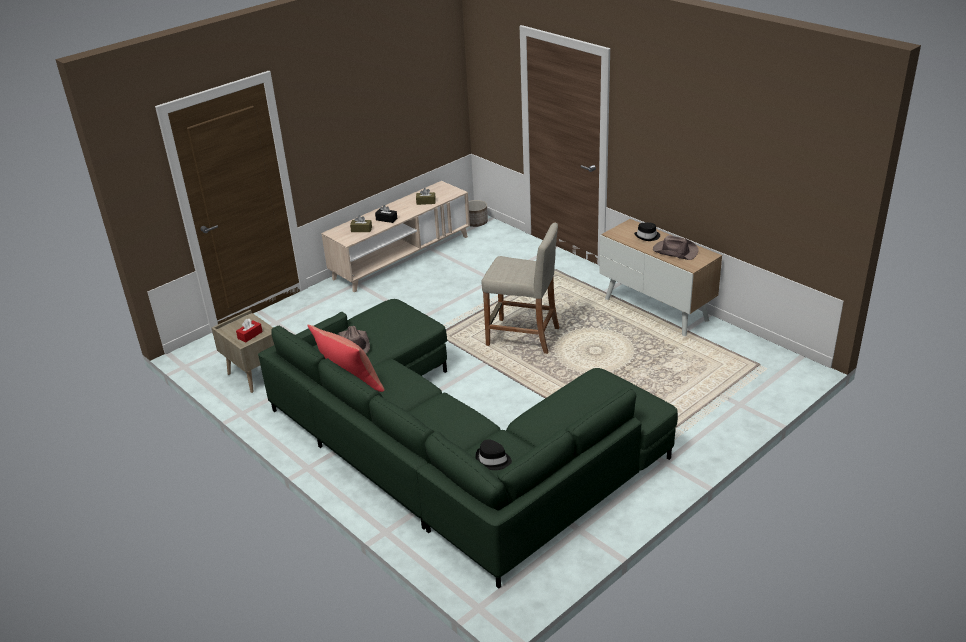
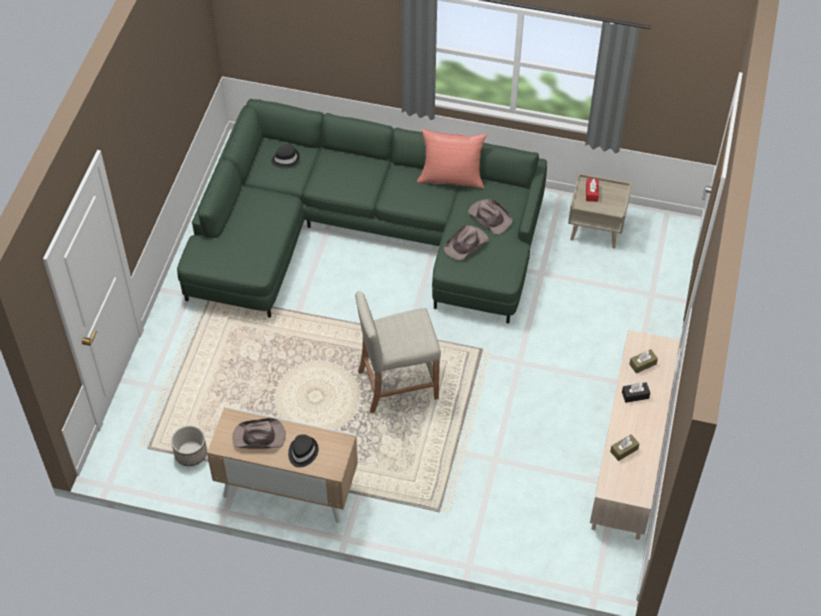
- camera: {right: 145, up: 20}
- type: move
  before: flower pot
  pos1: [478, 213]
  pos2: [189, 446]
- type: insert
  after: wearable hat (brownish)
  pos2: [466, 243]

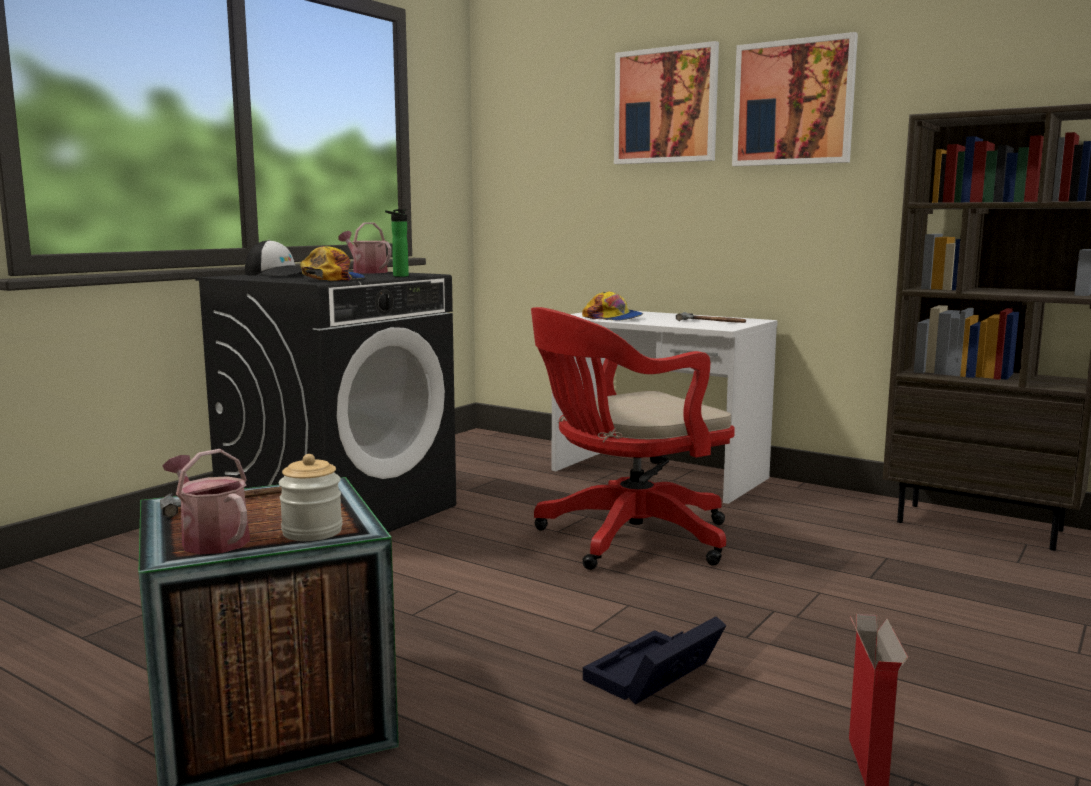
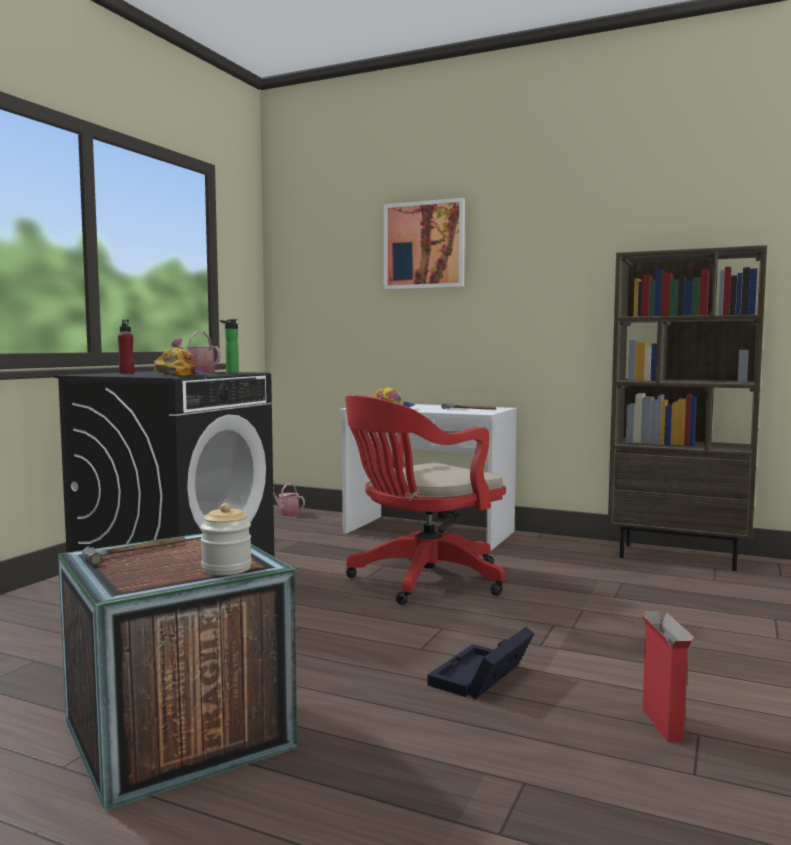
- camera: {right: -10, up: -5}
- type: delete
  before: picture
  pos1: [795, 99]
- type: replace
  before: peaked cap
  after: bottle (reddish)
  pos1: [280, 258]
  pos2: [126, 346]
- type: move
  before: watering pot
  pos1: [206, 501]
  pos2: [289, 499]

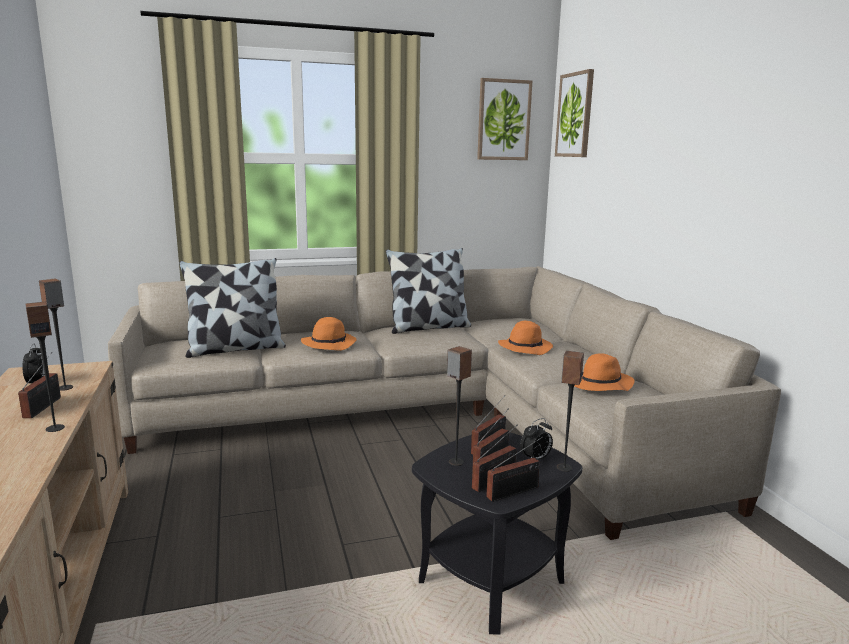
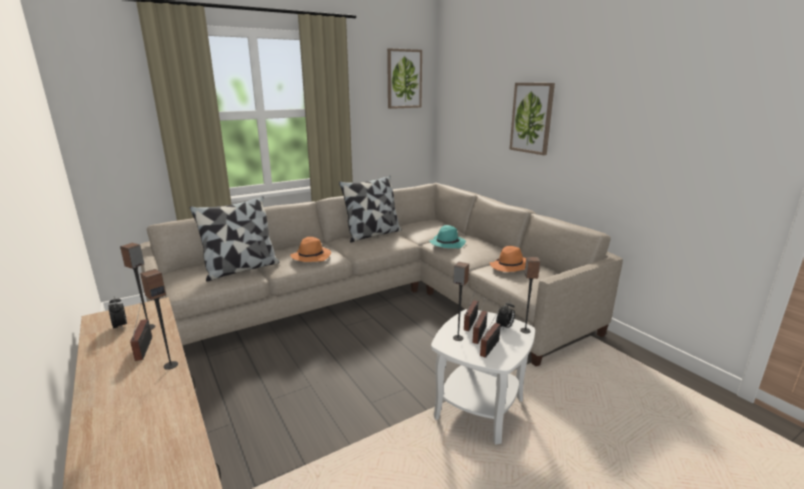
- camera: {right: -15, up: 5}
- type: move
  before: picture
  pos1: [574, 113]
  pos2: [532, 119]
- type: recolor
  before: wearable hat (orangey)
  after: wearable hat (turquoise-coloured)
  pos1: [525, 338]
  pos2: [447, 236]
- type: recolor
  before: end table (black)
  after: end table (whitish)
  pos1: [497, 533]
  pos2: [483, 377]
- type: delete
  before: radio set
  pos1: [514, 469]

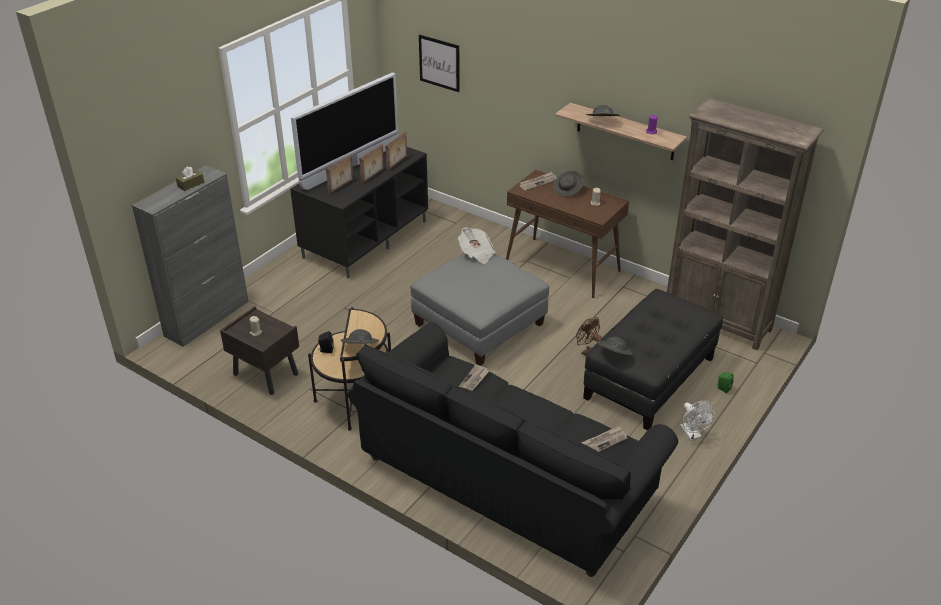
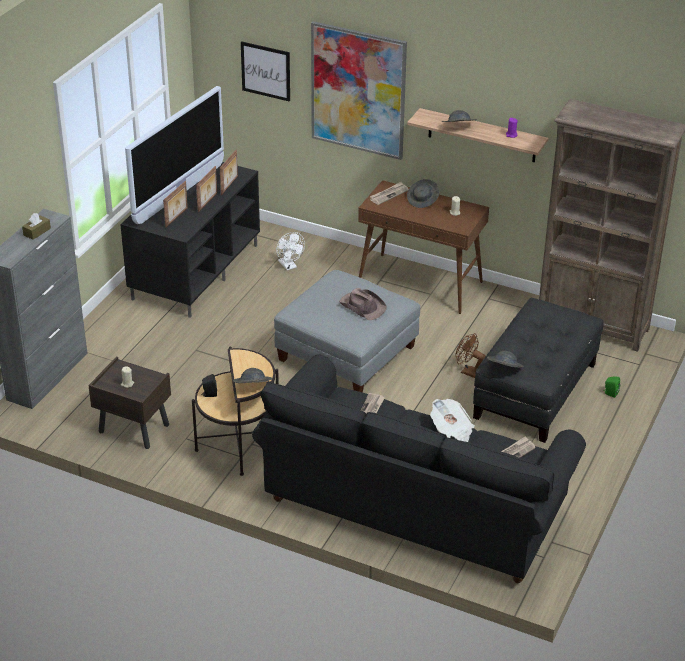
- camera: {right: -10, up: 0}
- type: move
  before: daily paper
  pos1: [476, 245]
  pos2: [452, 420]
- type: move
  before: cooling fan (whitish)
  pos1: [697, 420]
  pos2: [290, 251]
- type: insert
  after: picture
  pos2: [359, 90]
- type: insert
  after: wearable hat (brownish)
  pos2: [363, 304]

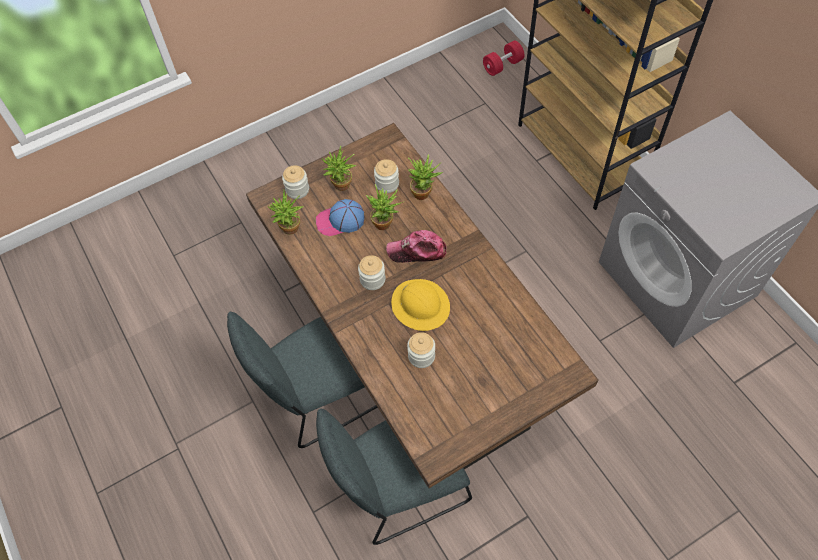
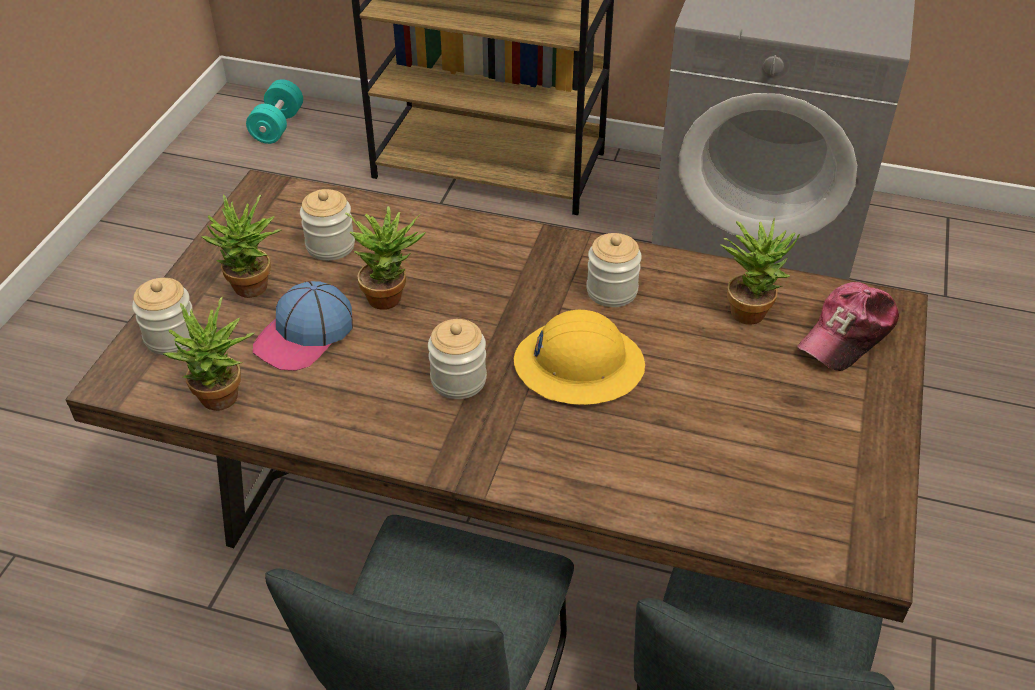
- camera: {right: -45, up: -15}
- type: recolor
  before: free weight (reddish)
  after: free weight (turquoise-coloured)
  pos1: [503, 58]
  pos2: [274, 111]
- type: move
  before: houseplant
  pos1: [425, 177]
  pos2: [760, 271]
- type: move
  before: peaked cap
  pos1: [416, 246]
  pos2: [848, 326]
- type: move
  before: storage jar
  pos1: [421, 350]
  pos2: [614, 270]

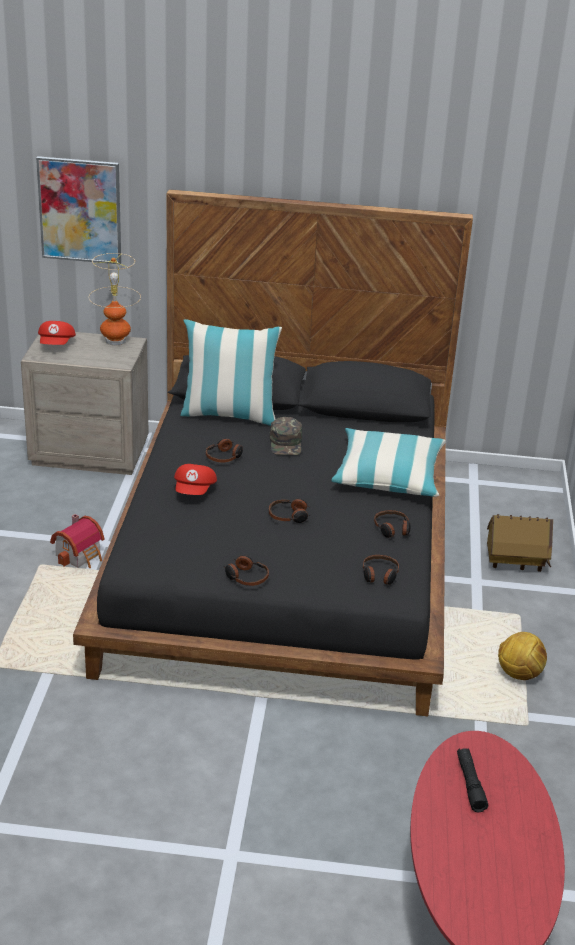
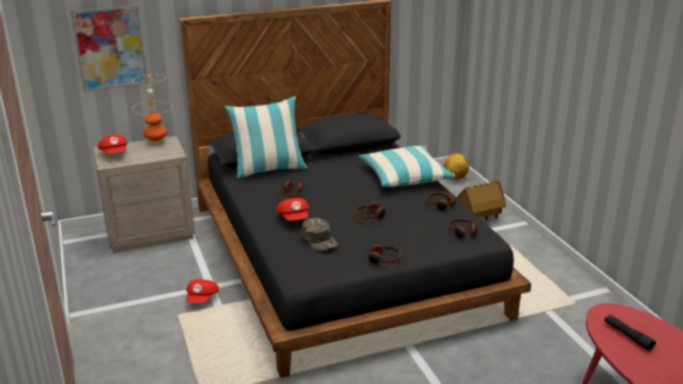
- camera: {right: -25, up: -5}
- type: move
  before: peaked cap (green-coloured)
  pos1: [286, 436]
  pos2: [320, 234]
- type: replace
  before: model house
  after: peaked cap (reddish)
  pos1: [77, 541]
  pos2: [202, 291]
- type: move
  before: football ball
  pos1: [522, 656]
  pos2: [456, 166]

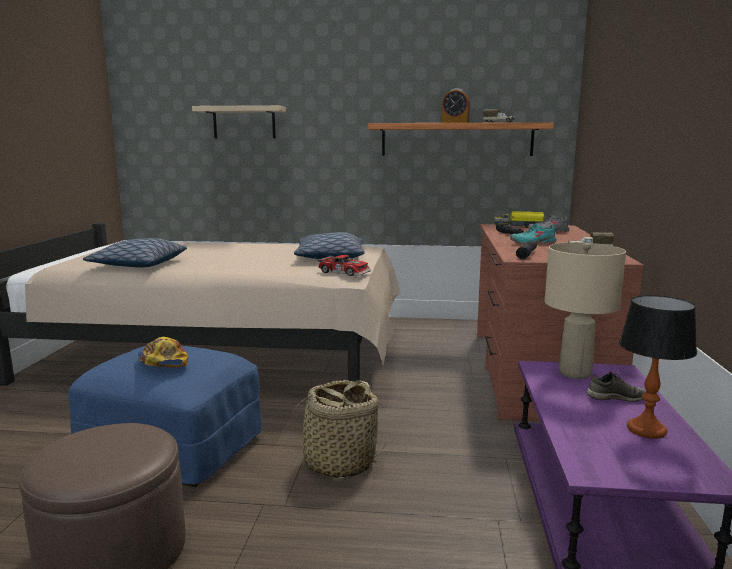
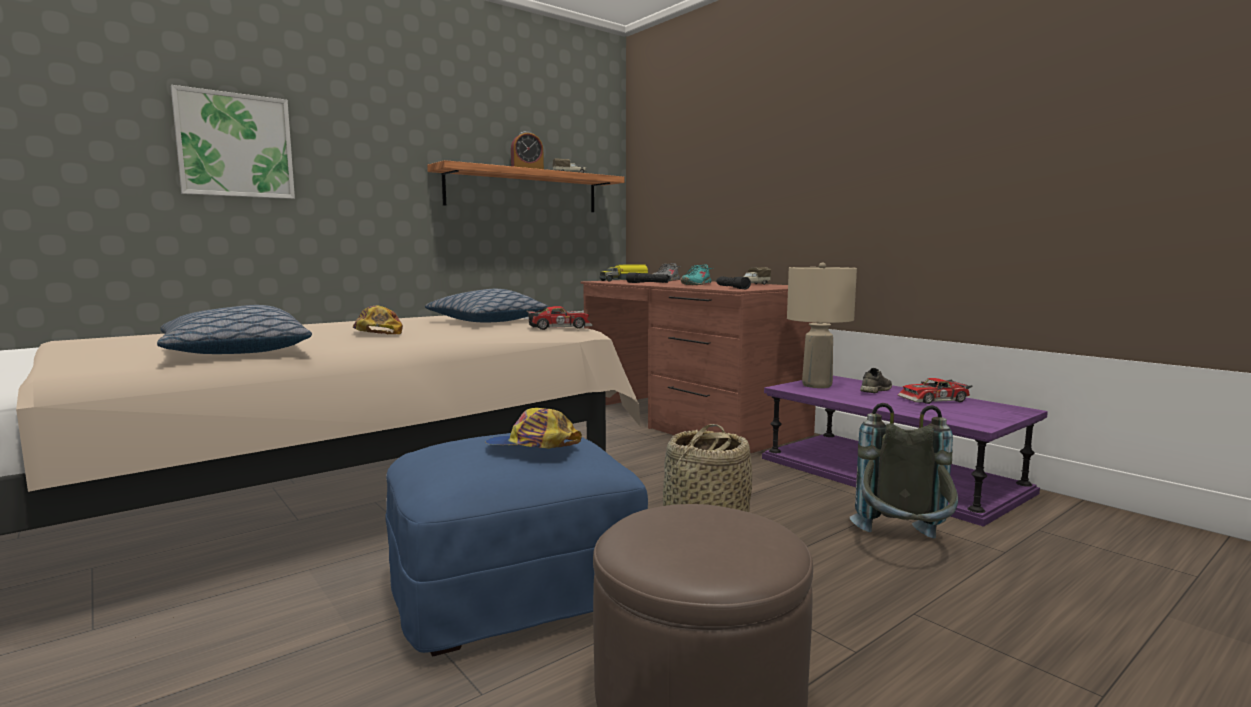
- camera: {right: -45, up: -5}
- type: replace
  before: bracket shelf (beige)
  after: picture
  pos1: [239, 121]
  pos2: [233, 142]
- type: replace
  before: tabletop lamp
  after: toy car
  pos1: [658, 367]
  pos2: [935, 391]
- type: insert
  after: peaked cap
  pos2: [378, 320]
- type: insert
  after: backpack (gray)
  pos2: [904, 471]

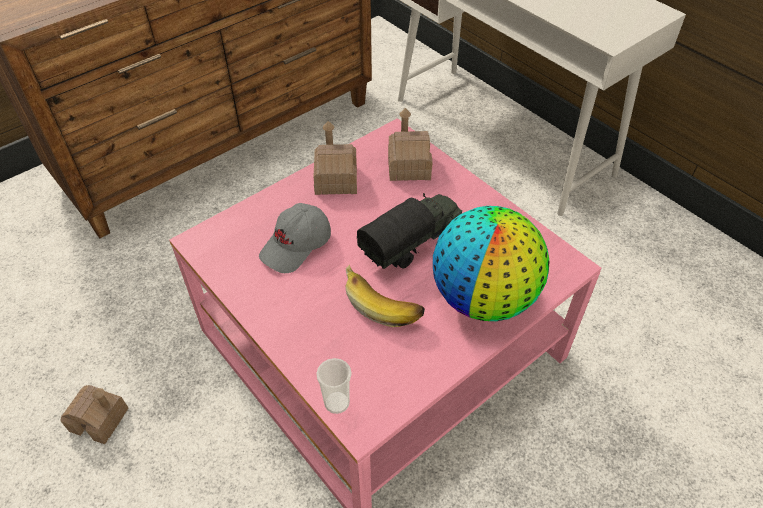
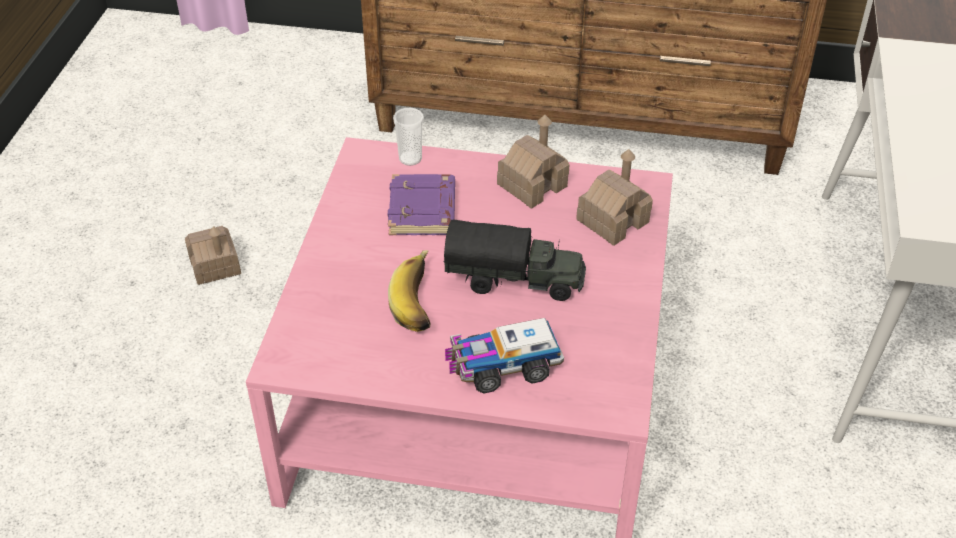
- camera: {right: 50, up: -5}
- type: replace
  before: peaked cap (gray)
  after: volume (purple)
  pos1: [295, 238]
  pos2: [421, 204]
- type: replace
  before: desk globe
  after: toy truck
  pos1: [491, 263]
  pos2: [504, 356]
- type: move
  before: small cup
  pos1: [334, 386]
  pos2: [408, 137]

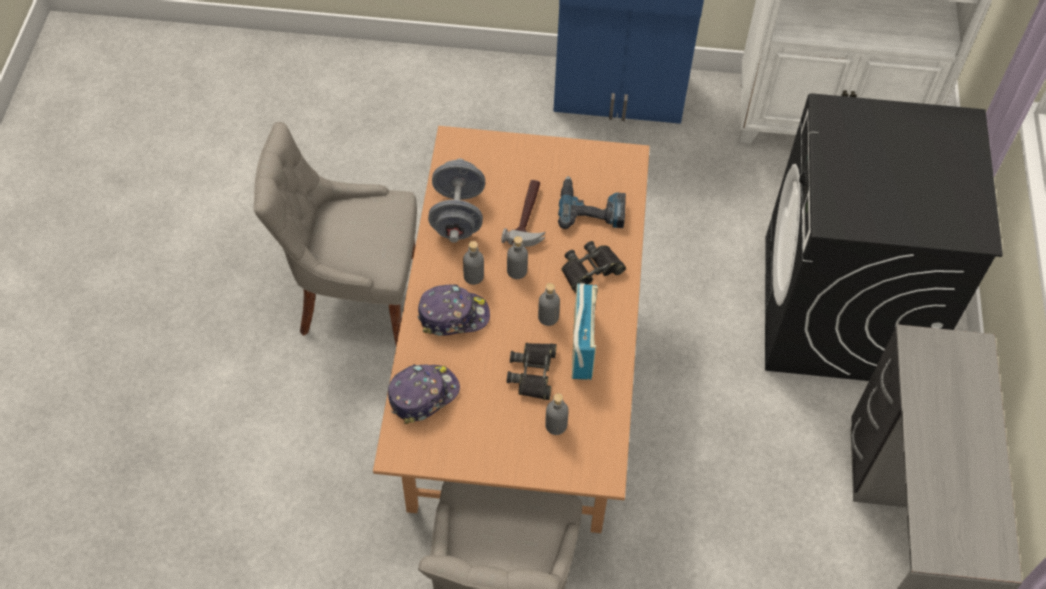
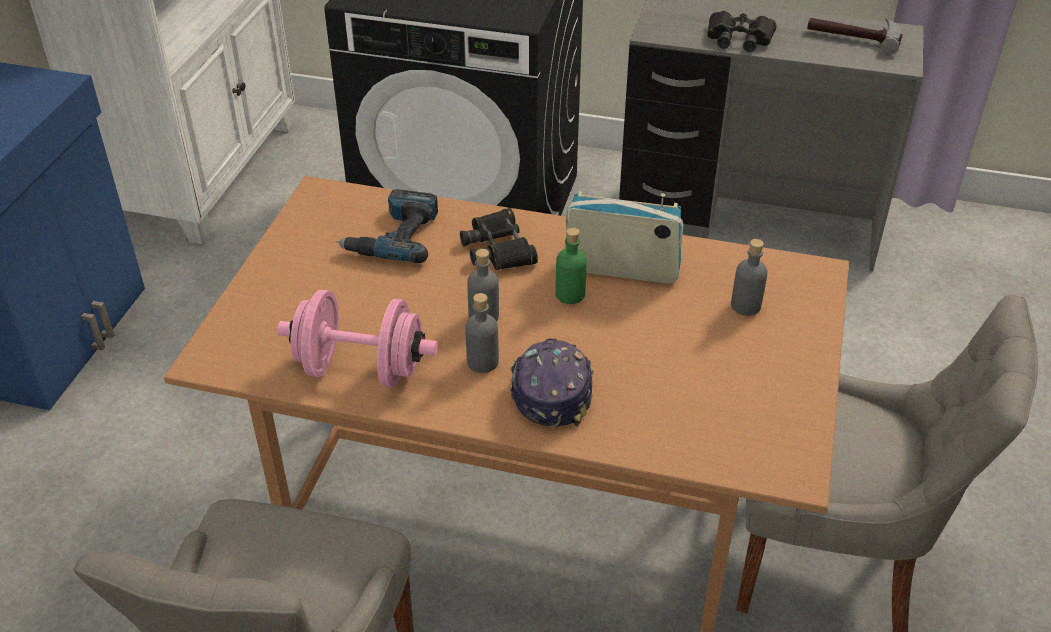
- camera: {right: -80, up: -15}
- type: recolor
  before: free weight (gray)
  after: free weight (pink)
  pos1: [456, 200]
  pos2: [357, 338]
- type: move
  before: hand hammer
  pos1: [523, 213]
  pos2: [855, 36]
- type: recolor
  before: bottle (gray)
  after: bottle (green-coloured)
  pos1: [549, 304]
  pos2: [571, 266]
- type: move
  before: pair of binoculars (black)
  pos1: [532, 371]
  pos2: [742, 31]
- type: delete
  before: peaked cap
  pos1: [424, 394]

